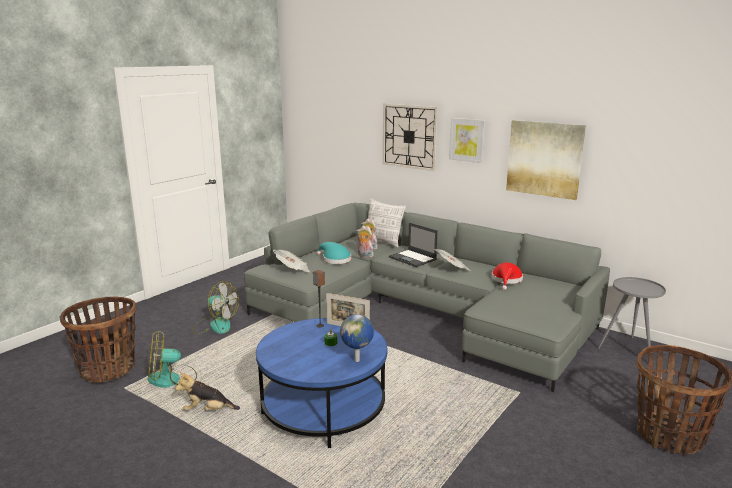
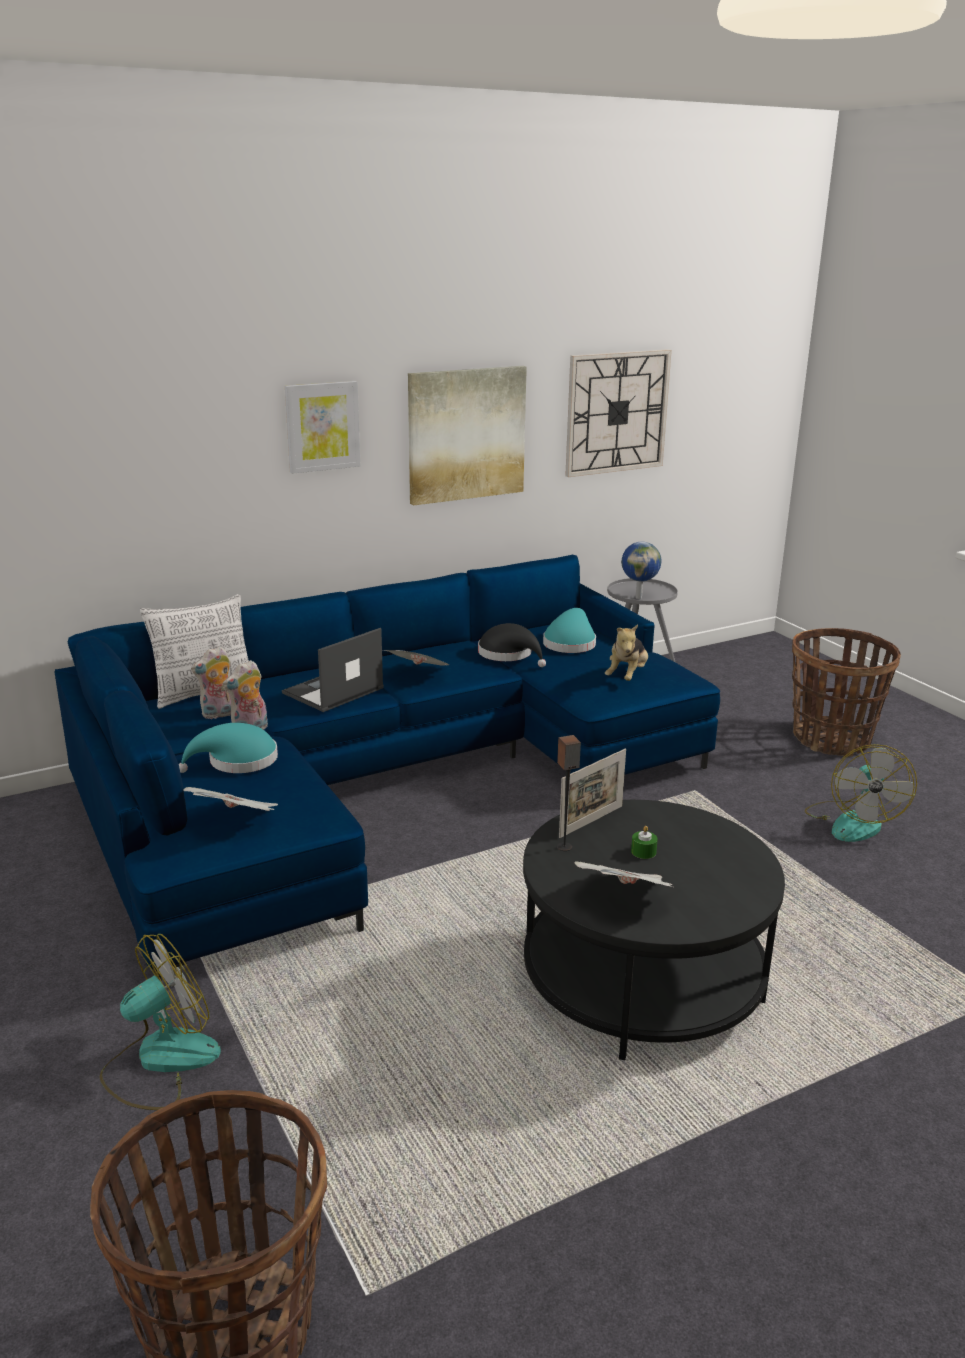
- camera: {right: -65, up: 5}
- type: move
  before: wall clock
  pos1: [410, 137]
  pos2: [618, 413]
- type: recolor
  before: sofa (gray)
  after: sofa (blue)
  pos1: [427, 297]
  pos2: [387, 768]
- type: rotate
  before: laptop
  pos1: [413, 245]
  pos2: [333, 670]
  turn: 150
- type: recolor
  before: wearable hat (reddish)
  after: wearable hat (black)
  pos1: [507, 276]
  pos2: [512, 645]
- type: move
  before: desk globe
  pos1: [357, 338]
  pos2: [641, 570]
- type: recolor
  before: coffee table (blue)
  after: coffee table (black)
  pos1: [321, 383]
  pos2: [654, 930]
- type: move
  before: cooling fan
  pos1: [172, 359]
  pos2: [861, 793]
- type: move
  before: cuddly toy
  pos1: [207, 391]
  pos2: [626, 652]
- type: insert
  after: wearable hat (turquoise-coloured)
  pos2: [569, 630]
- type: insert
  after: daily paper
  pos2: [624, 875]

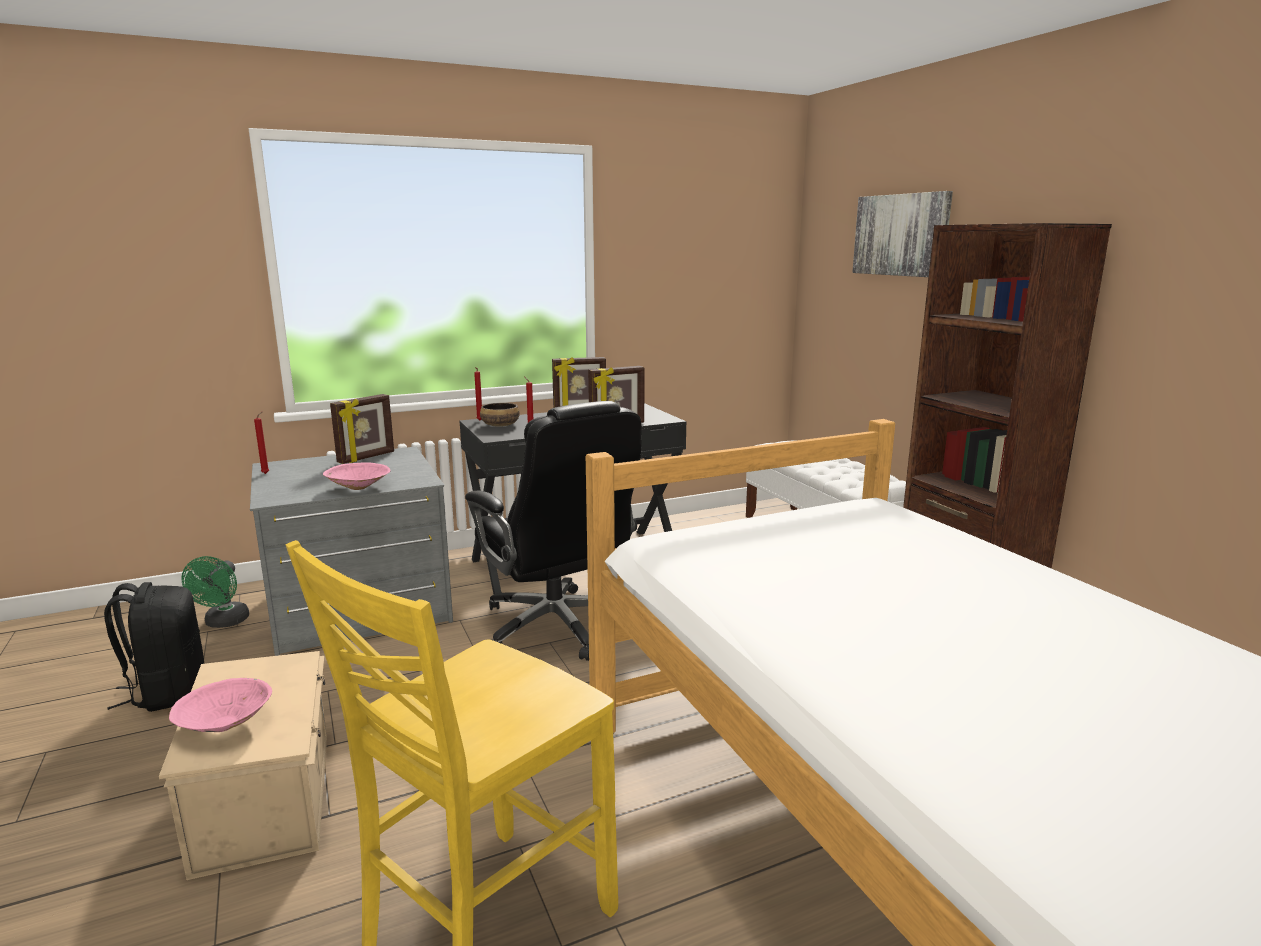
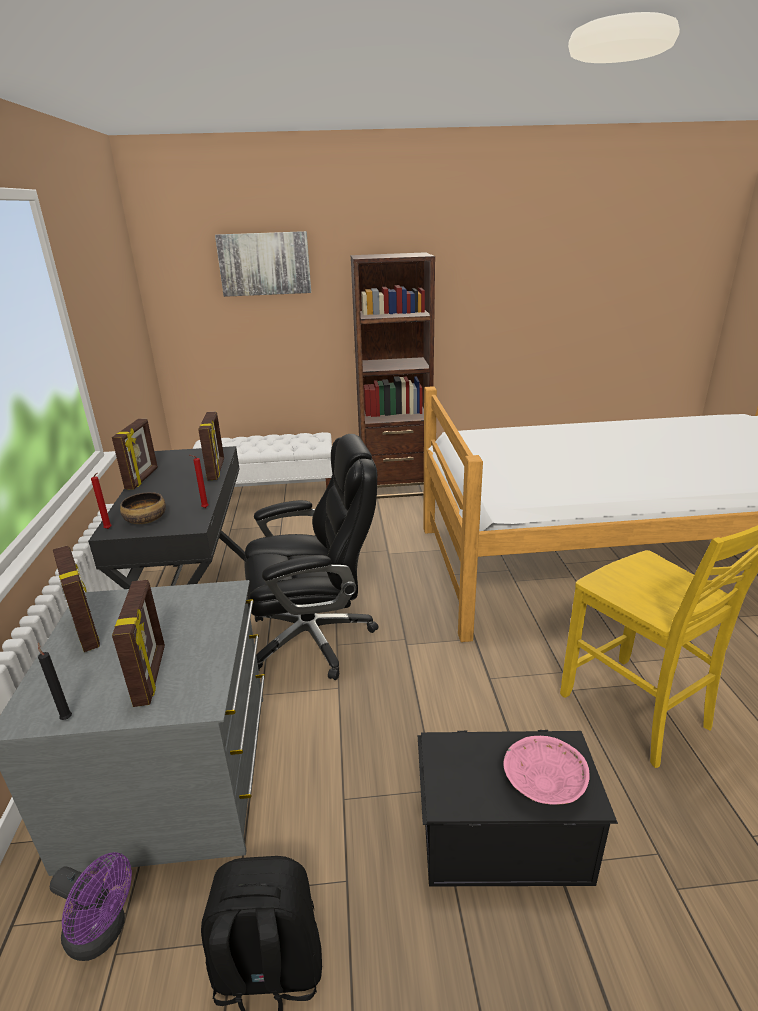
- camera: {right: -70, up: 10}
- type: recolor
  before: wax candle (reddish)
  after: wax candle (black)
  pos1: [261, 442]
  pos2: [55, 681]
- type: delete
  before: serving bowl (pink)
  pos1: [357, 476]
- type: recolor
  before: cooling fan (green-coloured)
  after: cooling fan (purple)
  pos1: [215, 592]
  pos2: [91, 906]
- type: recolor
  before: storage box (beige)
  after: storage box (black)
  pos1: [243, 765]
  pos2: [518, 808]
- type: insert
  after: picture frame
  pos2: [138, 643]

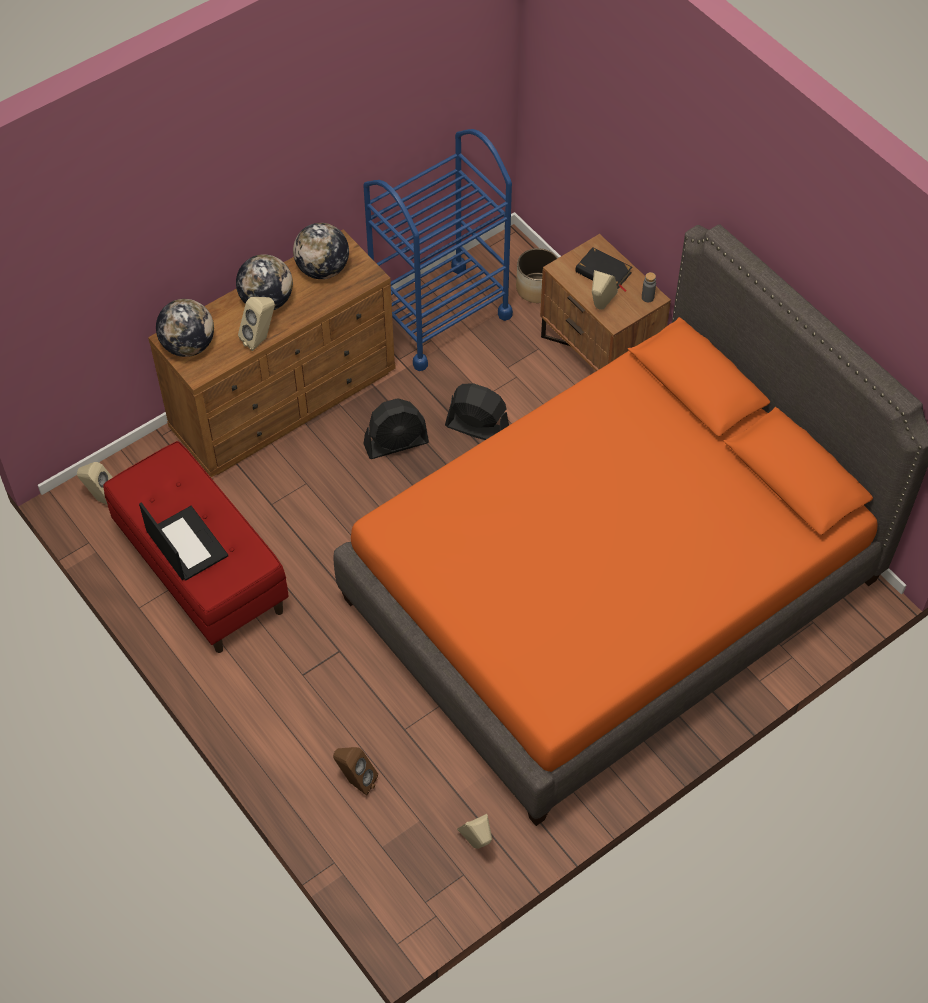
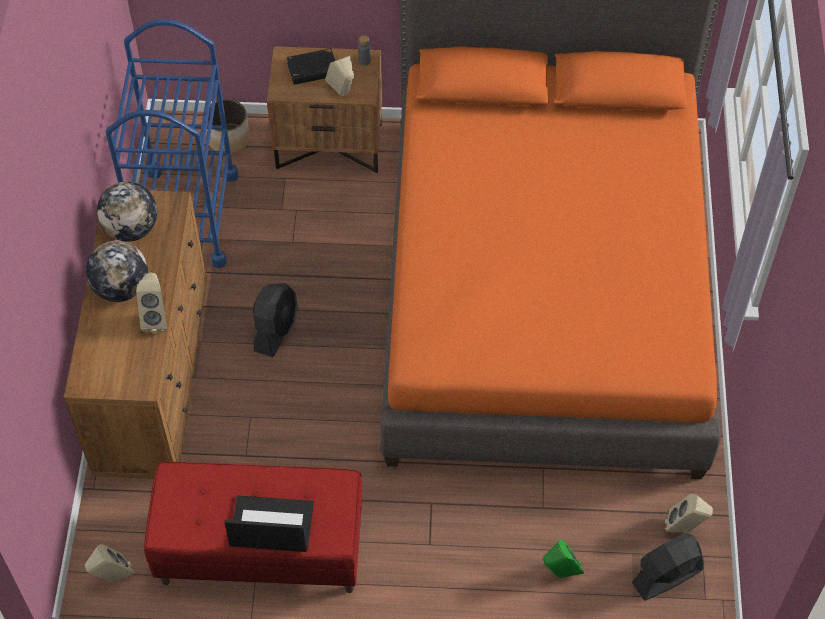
- camera: {right: -50, up: 0}
- type: delete
  before: desk globe
  pos1: [185, 328]
- type: move
  before: cooling fan (black)
  pos1: [477, 411]
  pos2: [667, 567]
- type: recolor
  before: speaker (brownish)
  after: speaker (green-coloured)
  pos1: [355, 771]
  pos2: [564, 559]

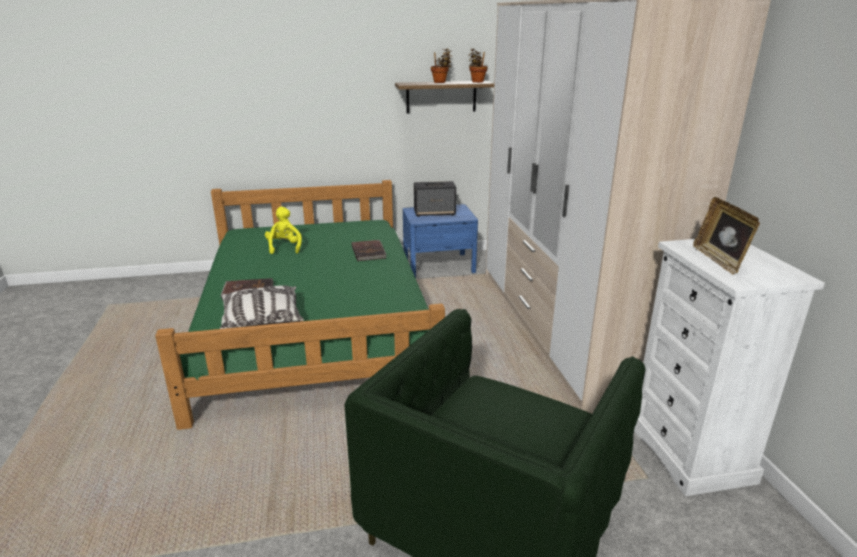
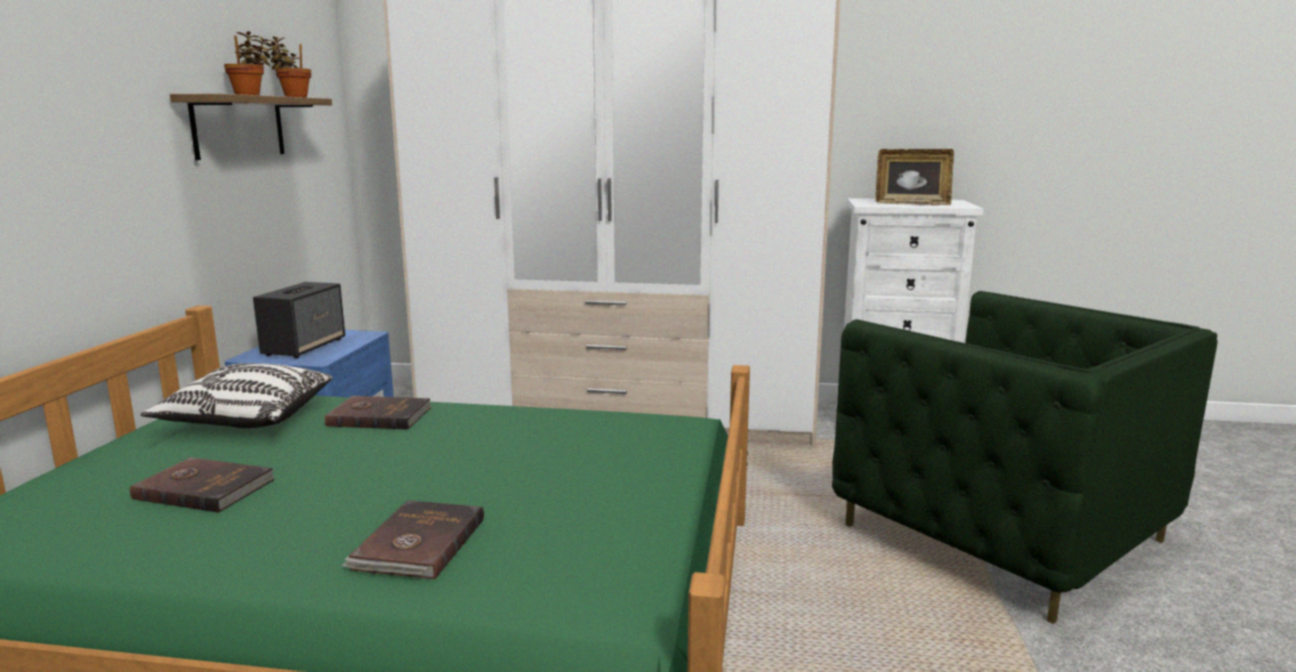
- camera: {right: -70, up: -10}
- type: replace
  before: cuddly toy (yellow-coloured)
  after: volume (brownish)
  pos1: [283, 230]
  pos2: [202, 485]
- type: move
  before: cushion
  pos1: [261, 307]
  pos2: [236, 395]

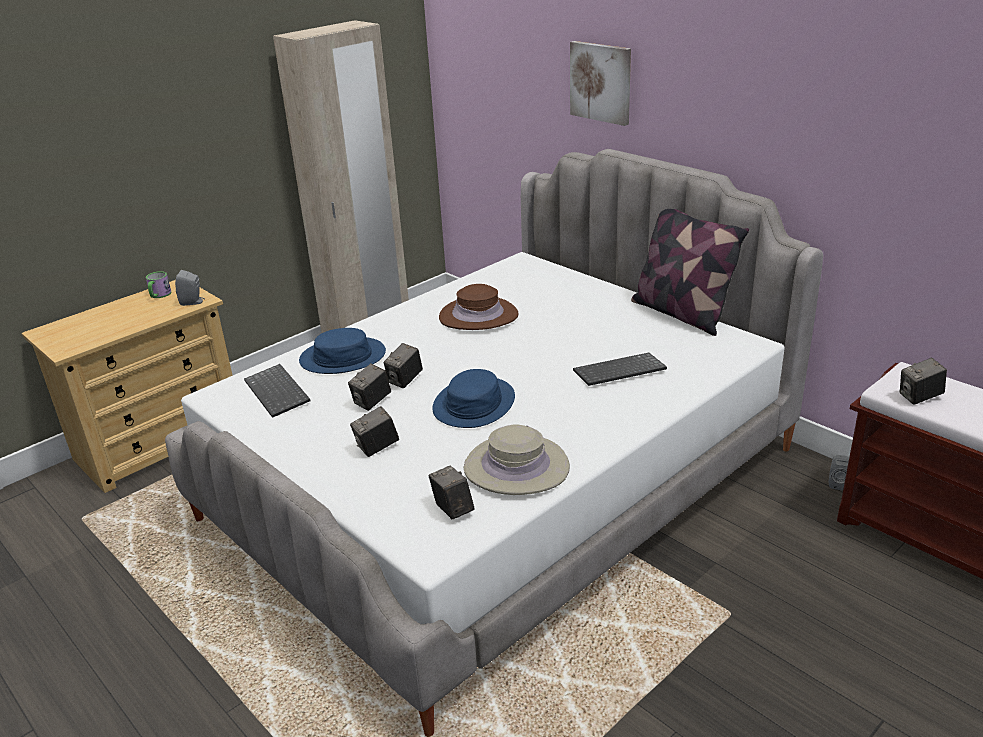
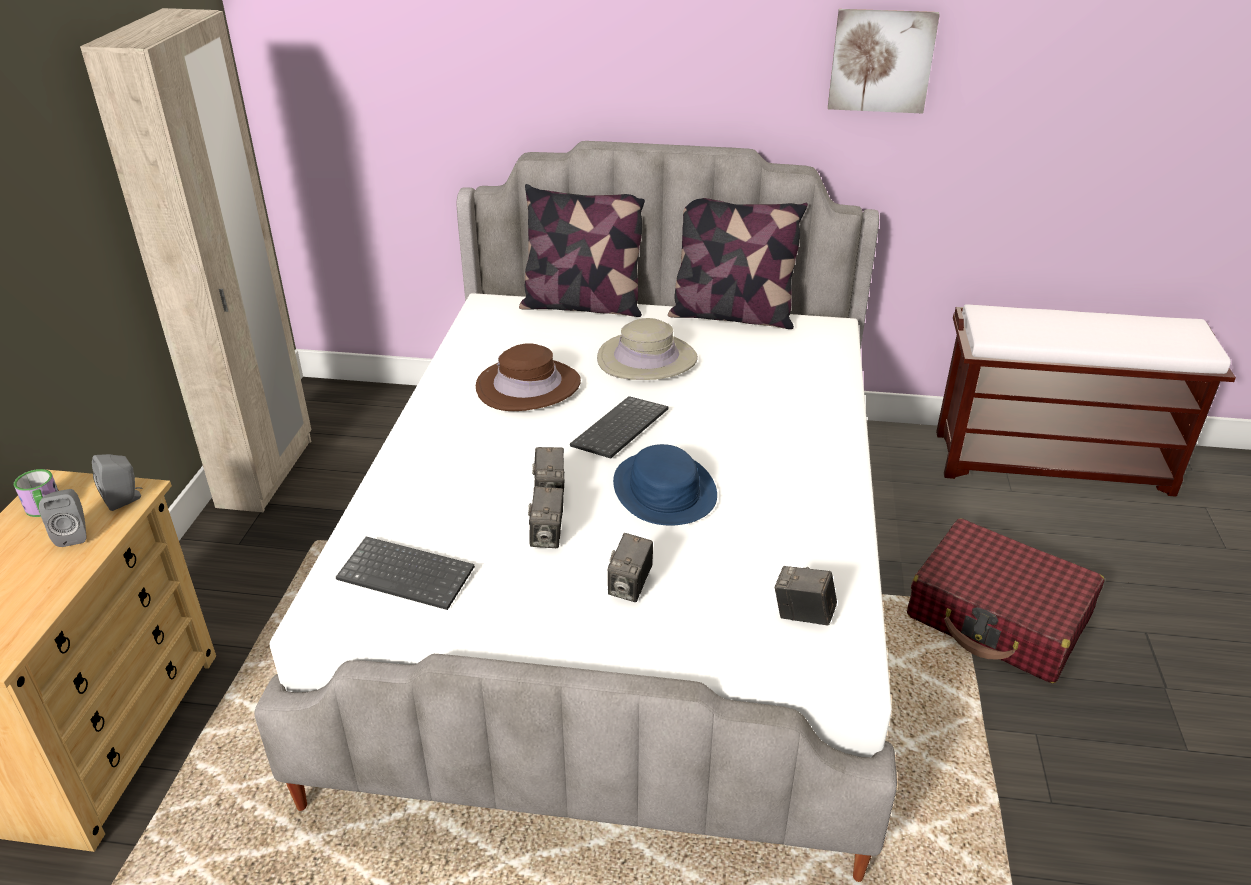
- camera: {right: -40, up: 5}
- type: move
  before: picture
  pos1: [600, 83]
  pos2: [884, 61]
- type: delete
  before: wearable hat (blue)
  pos1: [342, 351]
- type: move
  before: computer keyboard
  pos1: [620, 369]
  pos2: [619, 427]
- type: delete
  before: photo camera
  pos1: [923, 381]
- type: move
  before: wearable hat (beige)
  pos1: [517, 459]
  pos2: [647, 349]
- type: move
  before: speaker (gray)
  pos1: [839, 473]
  pos2: [62, 518]
- type: insert
  after: cushion
  pos2: [582, 250]
- type: insert
  after: piece of luggage (reddish)
  pos2: [1005, 600]

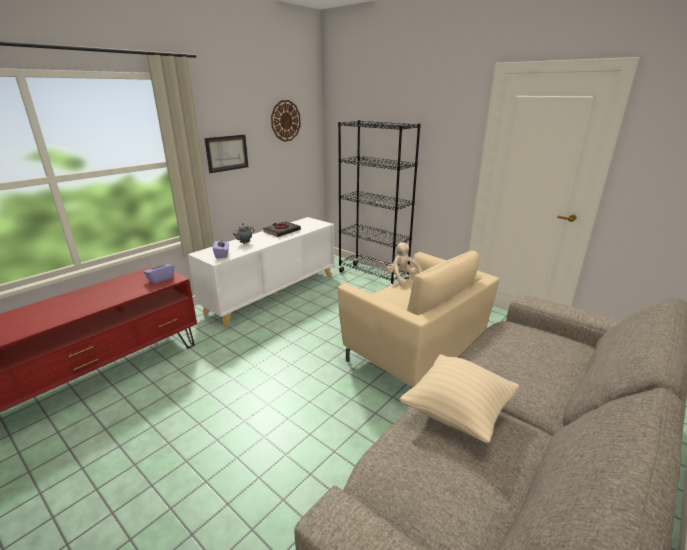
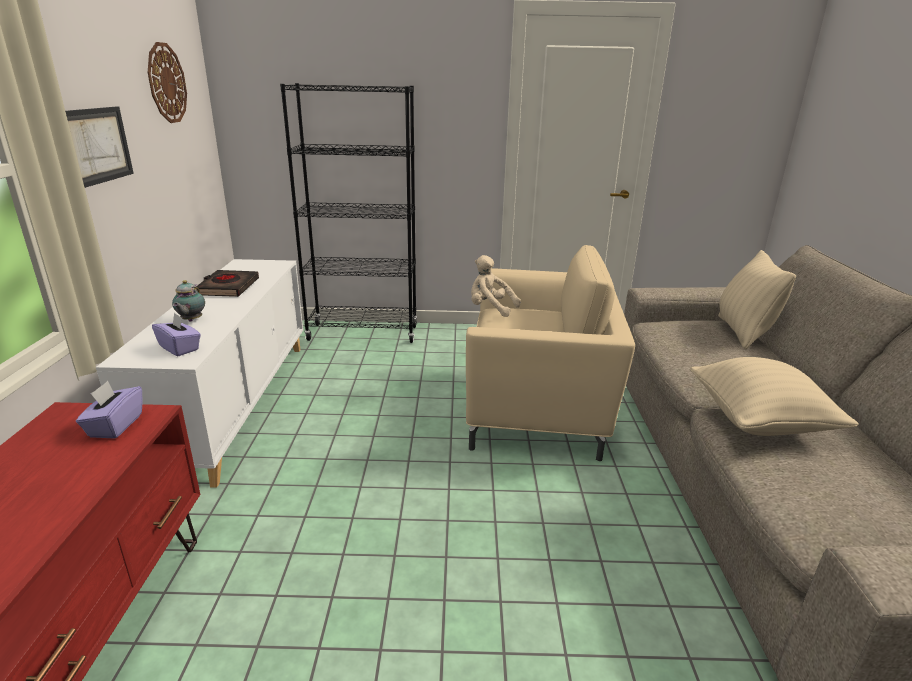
- camera: {right: -40, up: 0}
- type: insert
  after: cushion (beige)
  pos2: [757, 299]

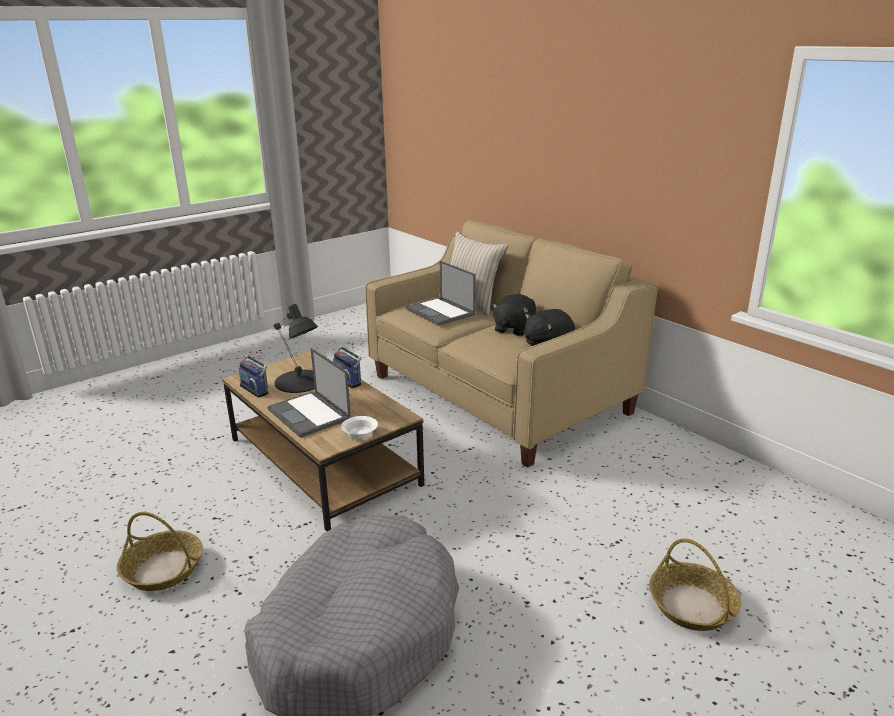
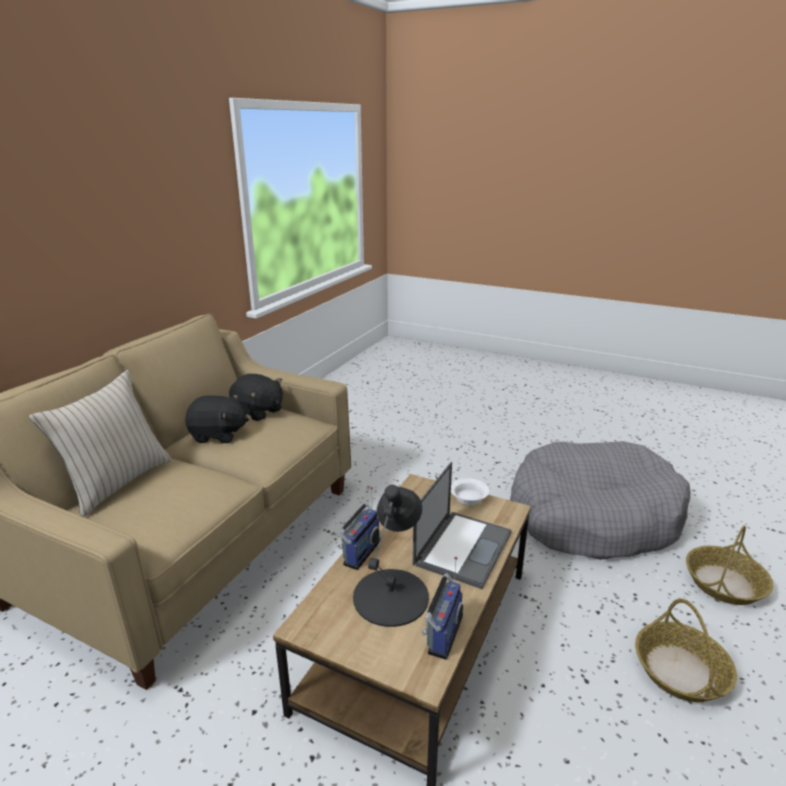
- camera: {right: -115, up: 0}
- type: delete
  before: laptop
  pos1: [440, 293]
- type: move
  before: storage basket
  pos1: [695, 584]
  pos2: [729, 565]

